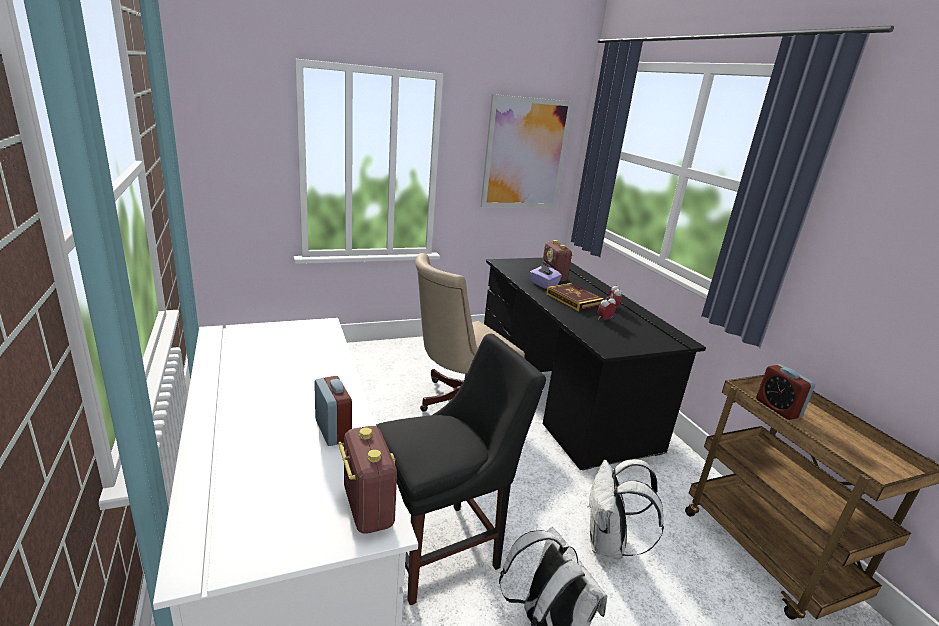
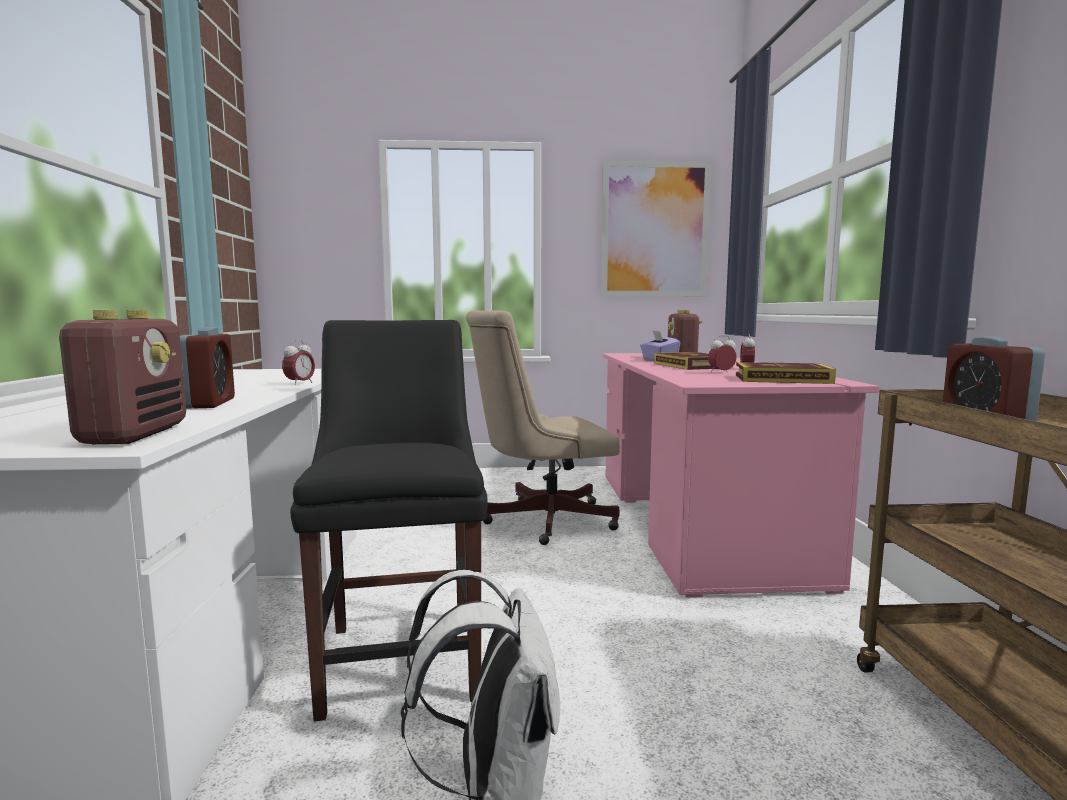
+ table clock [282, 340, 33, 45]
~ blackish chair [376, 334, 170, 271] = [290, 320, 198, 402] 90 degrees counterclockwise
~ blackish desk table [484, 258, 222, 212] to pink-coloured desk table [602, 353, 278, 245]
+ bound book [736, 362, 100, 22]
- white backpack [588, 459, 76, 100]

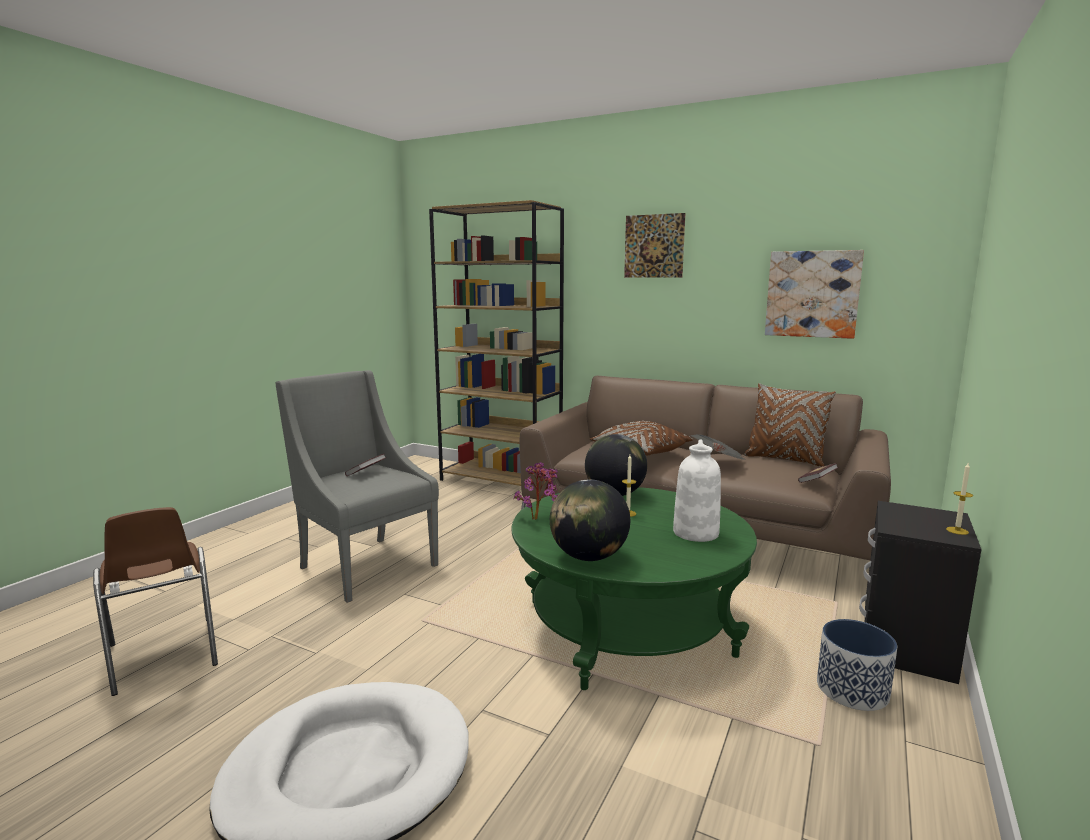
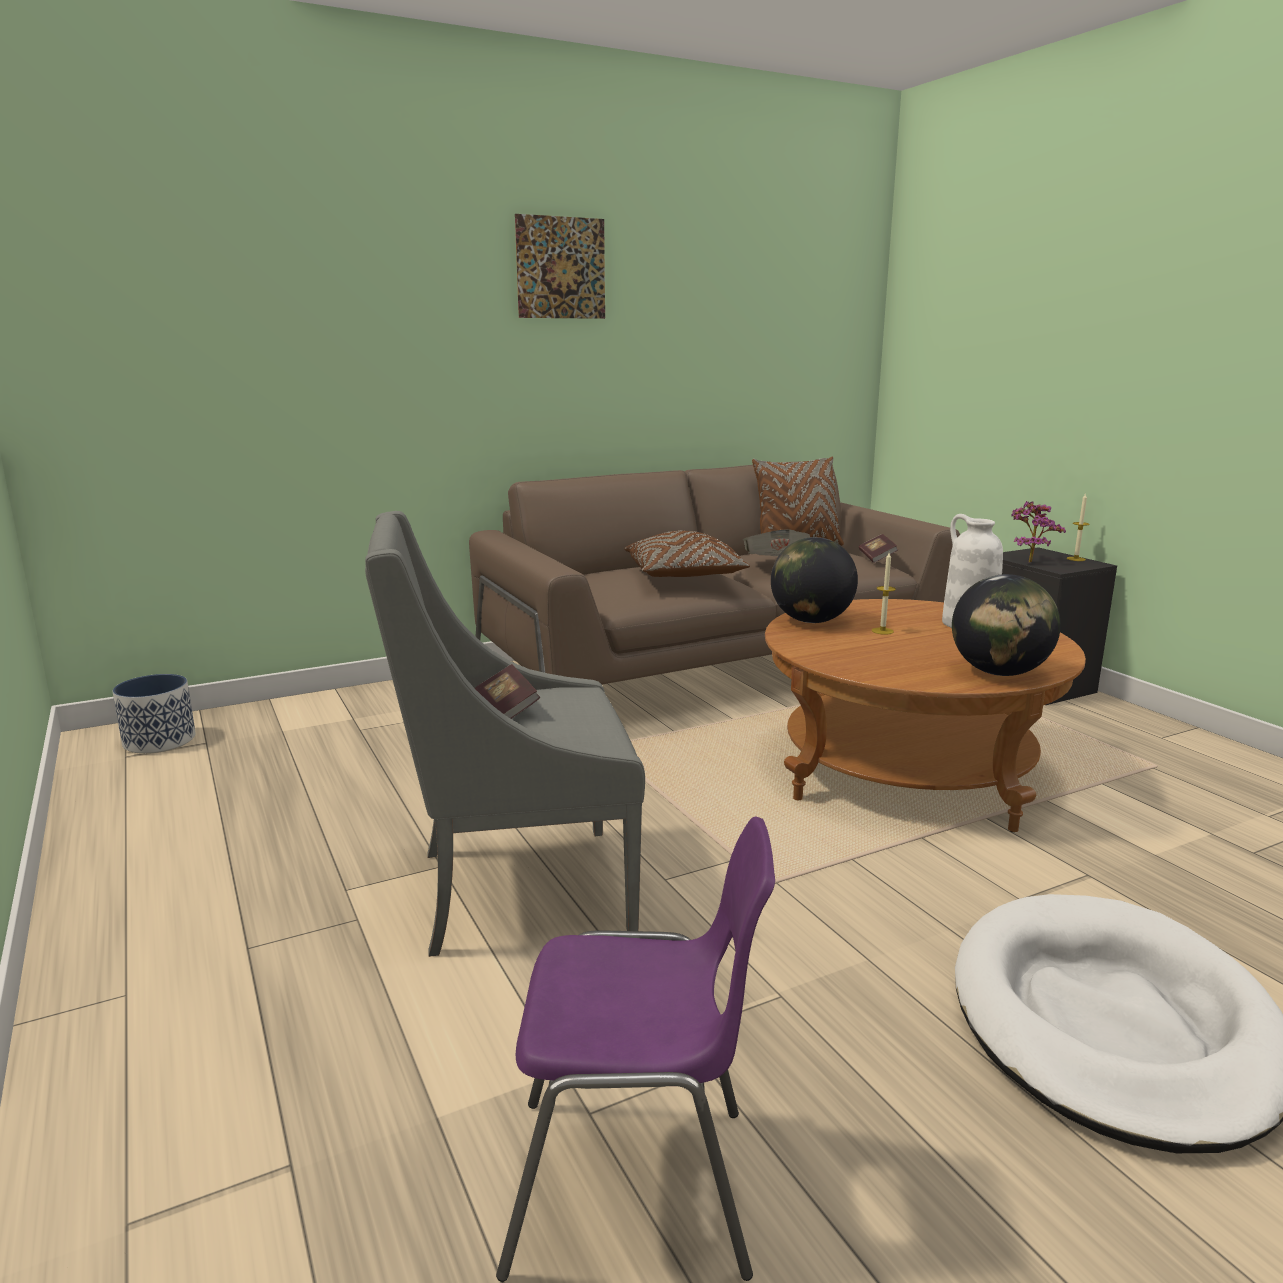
~ plant pot [817, 619, 80, 92] to [113, 674, 82, 80]
~ brown-coloured chair [93, 507, 125, 189] to purple chair [496, 816, 279, 466]
~ greenish coffee table [511, 487, 246, 203] to brown-coloured coffee table [765, 599, 321, 233]
~ houseplant [514, 462, 44, 58] to [1011, 501, 55, 62]
- brown-coloured shelving unit [429, 200, 135, 286]
- picture [765, 250, 99, 89]

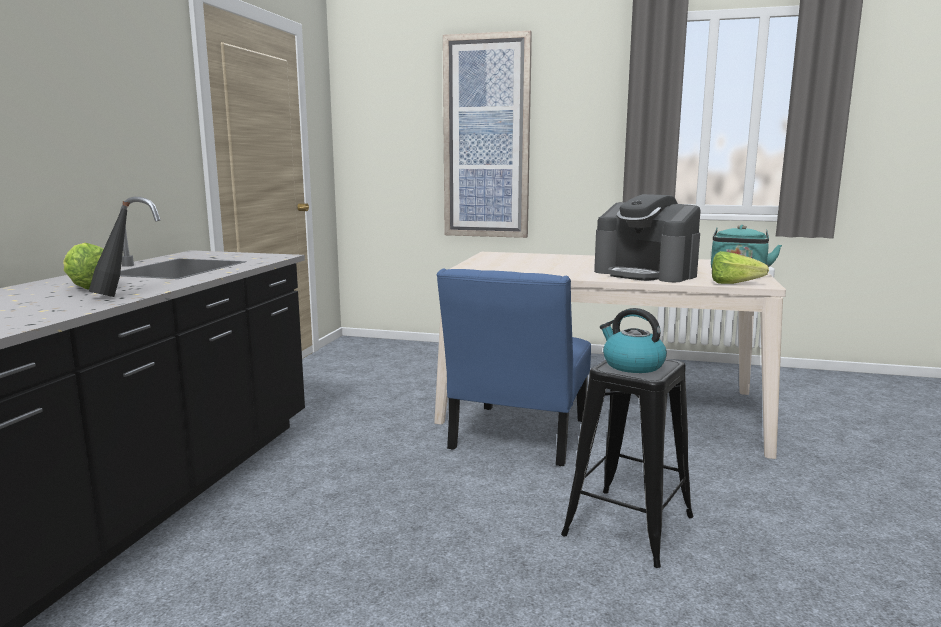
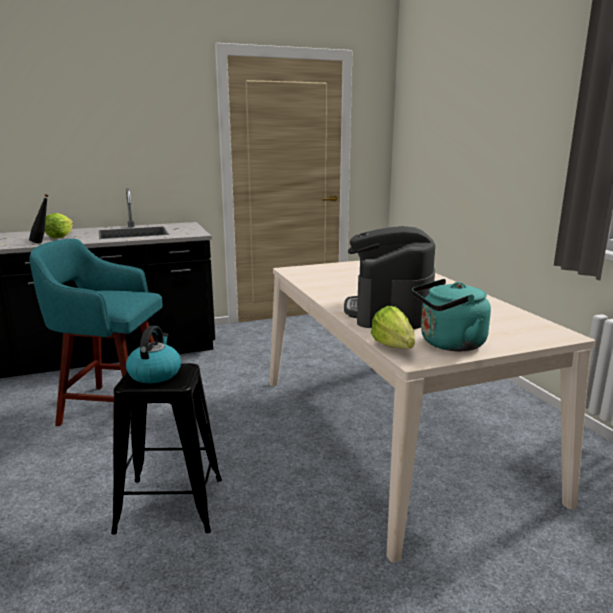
+ blue-green stool [30, 239, 133, 187]
- blue-coloured chair [437, 269, 154, 197]
- picture [443, 30, 89, 208]

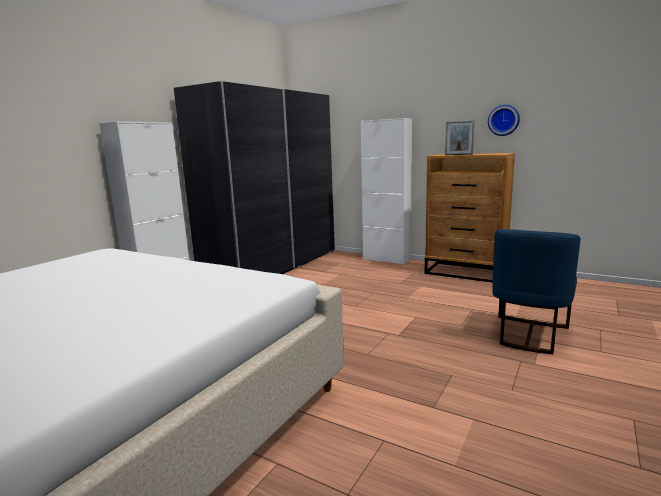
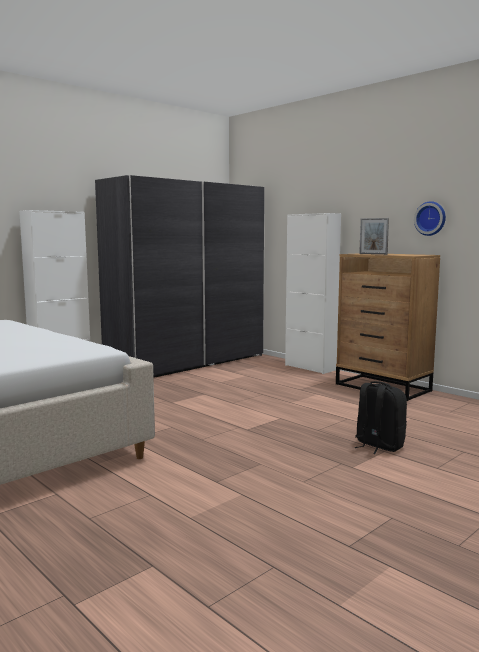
~ blue-coloured chair [492, 229, 89, 125] to blackish backpack [354, 381, 53, 73]

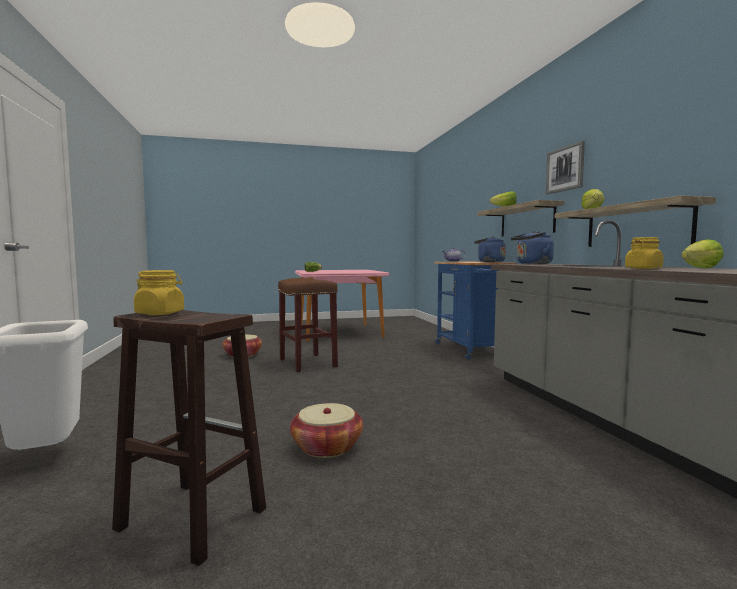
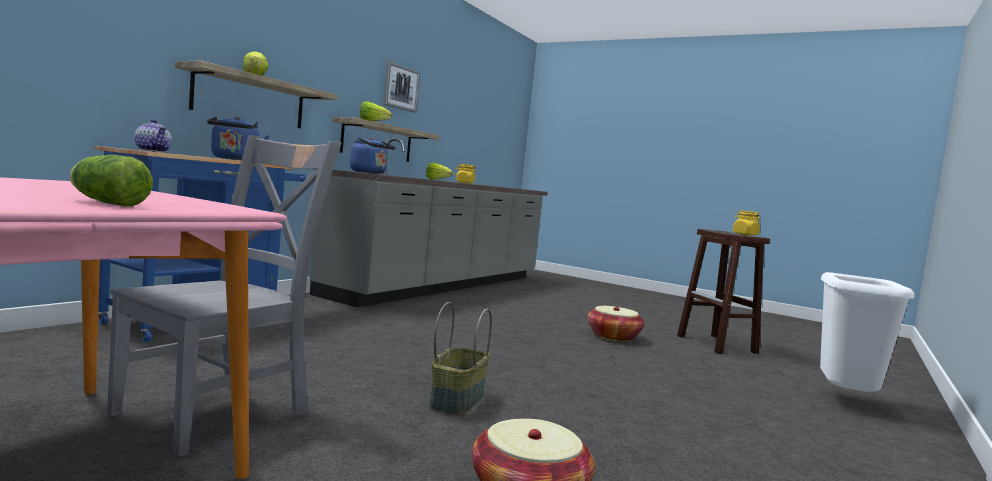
+ gray chair [107, 135, 235, 322]
~ picture [546, 141, 39, 53] to [383, 61, 37, 52]
~ brown-coloured stool [278, 278, 60, 94] to basket [429, 302, 63, 113]

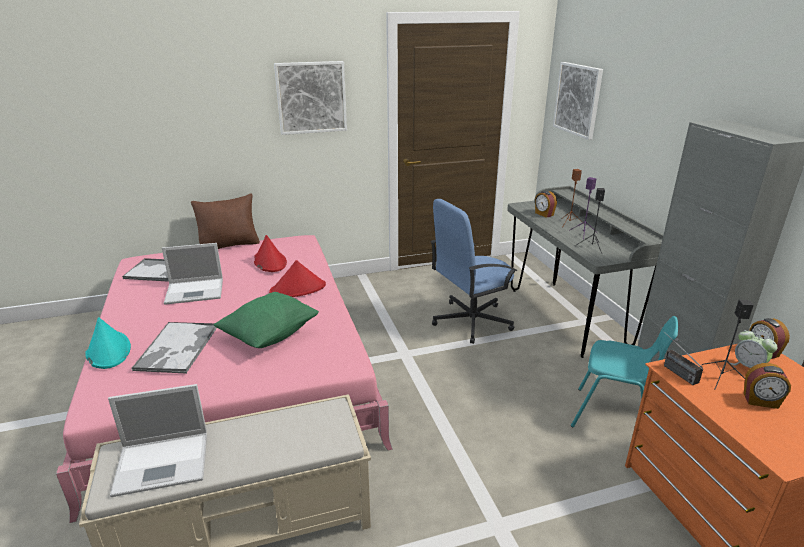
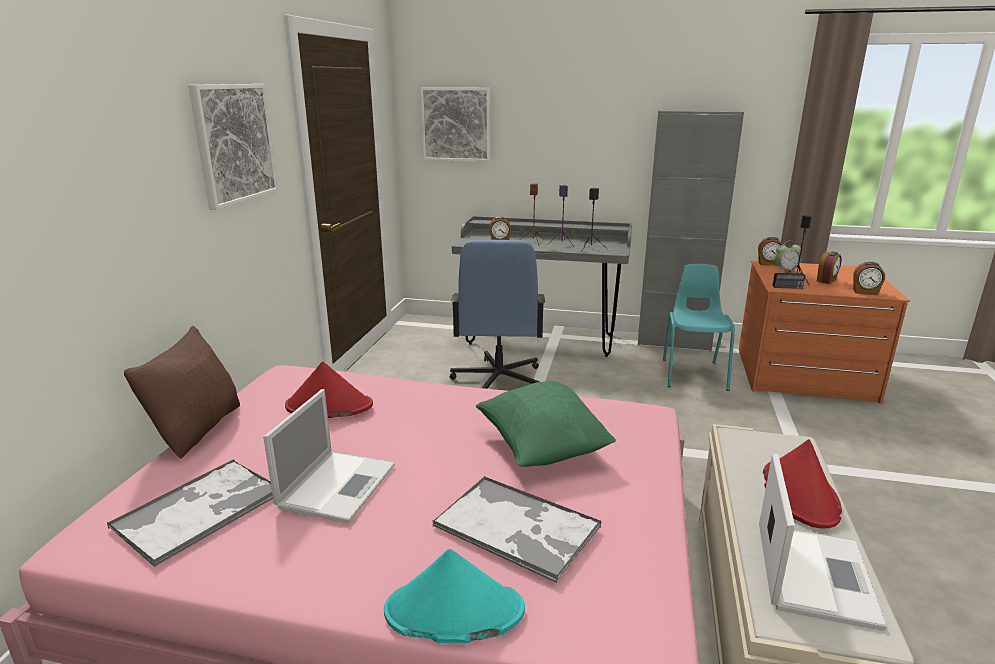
~ blue-green chair [571, 316, 107, 112] = [663, 264, 72, 127] 45 degrees counterclockwise
~ red-coloured clothing hat [269, 260, 57, 37] to [763, 439, 79, 90]
+ table clock [853, 262, 32, 33]

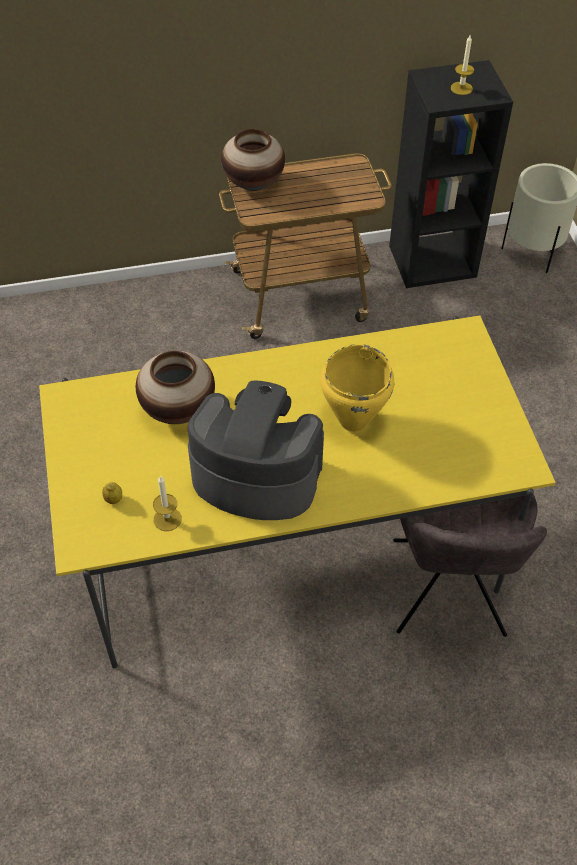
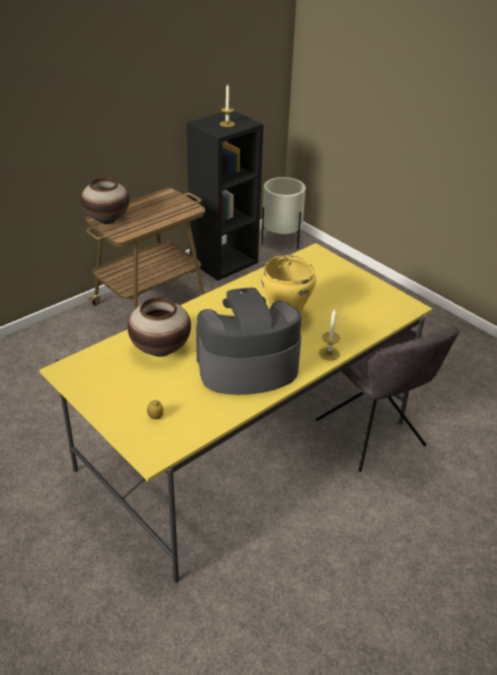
~ wax light [153, 476, 29, 55] to [319, 309, 21, 52]

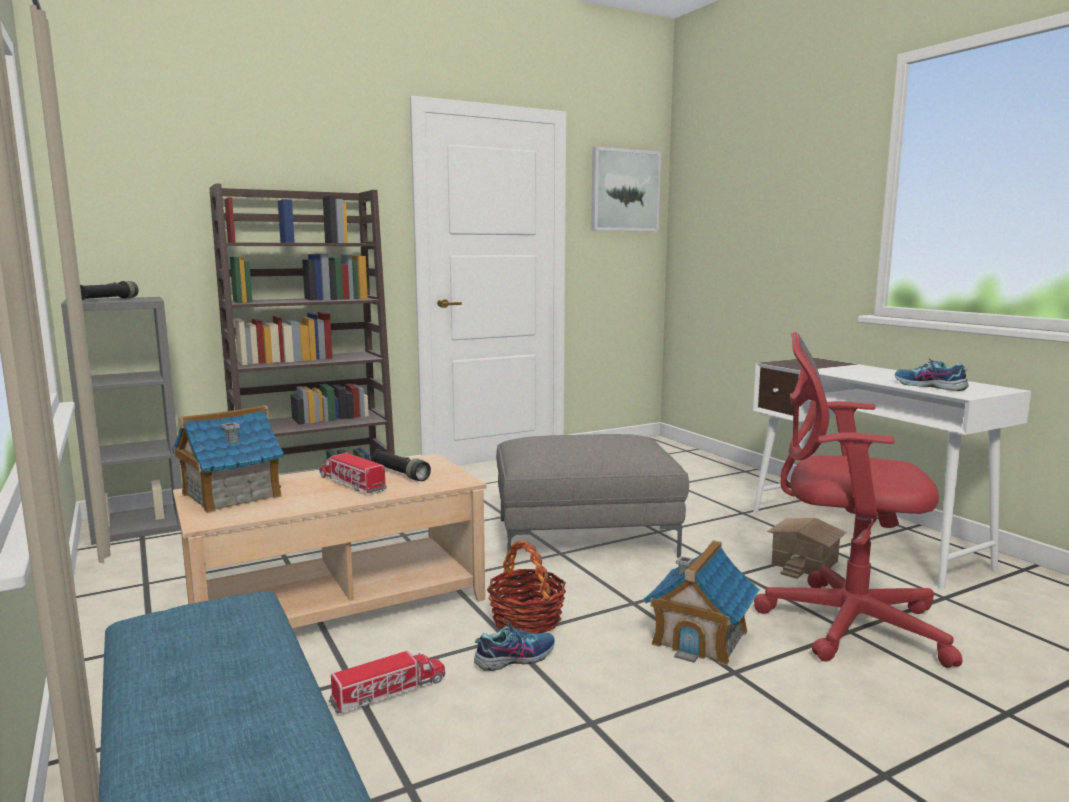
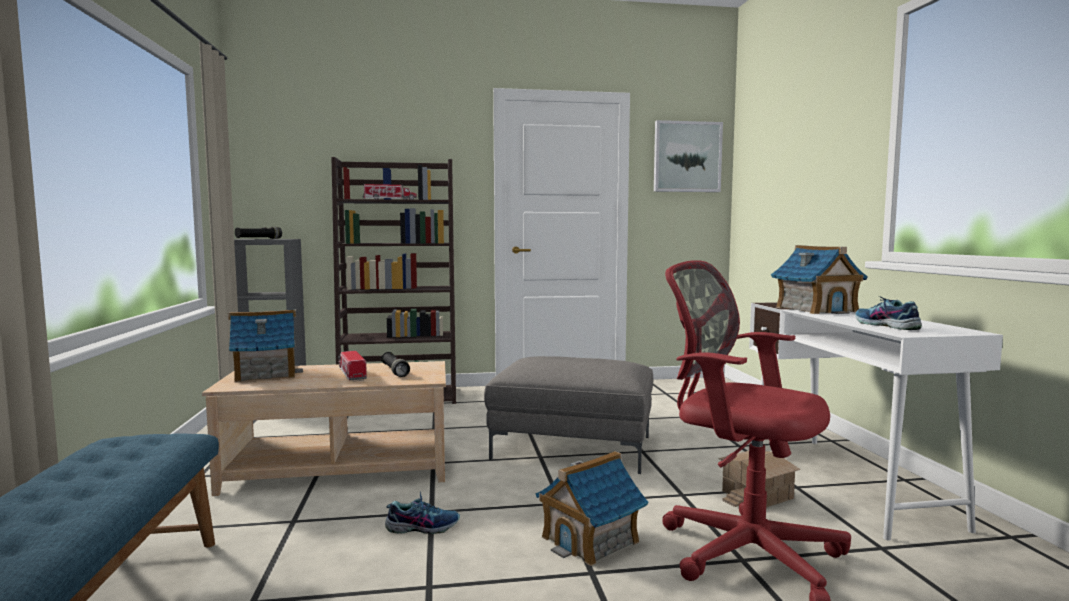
~ model truck [329, 651, 116, 63] to [362, 184, 55, 16]
+ miniature house [771, 245, 97, 69]
- basket [487, 541, 79, 92]

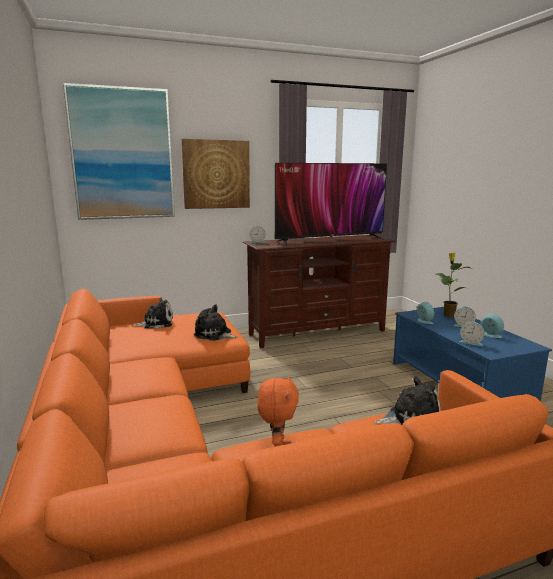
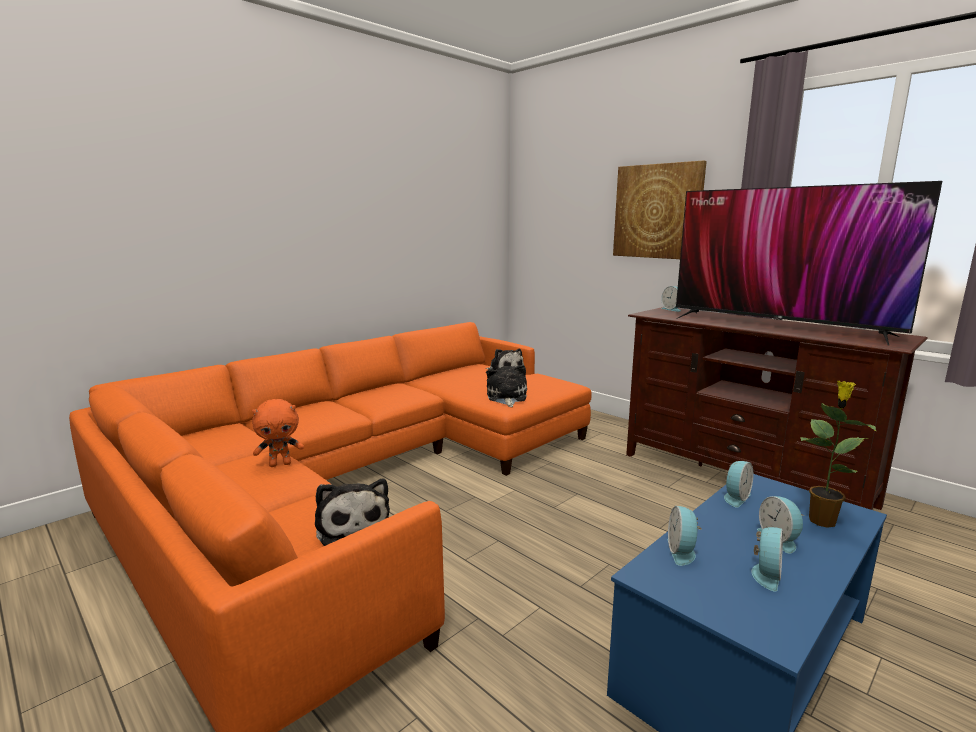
- picture [63, 83, 112, 137]

